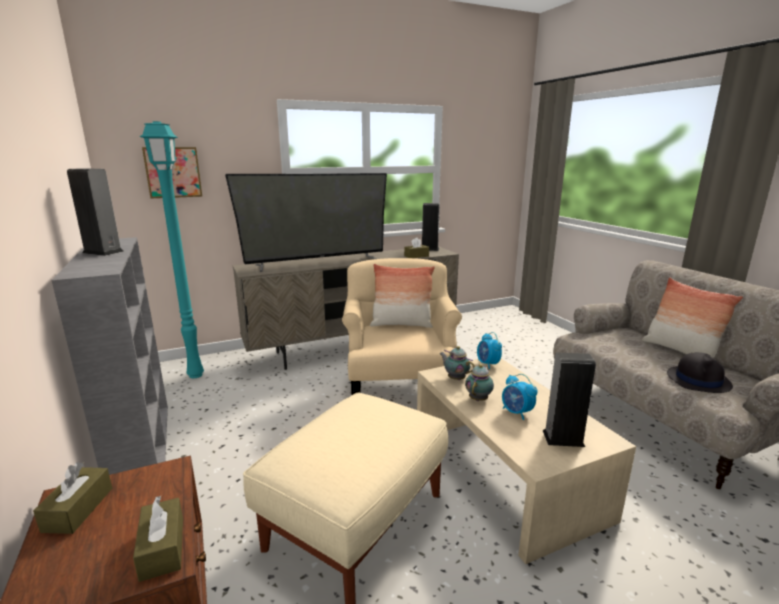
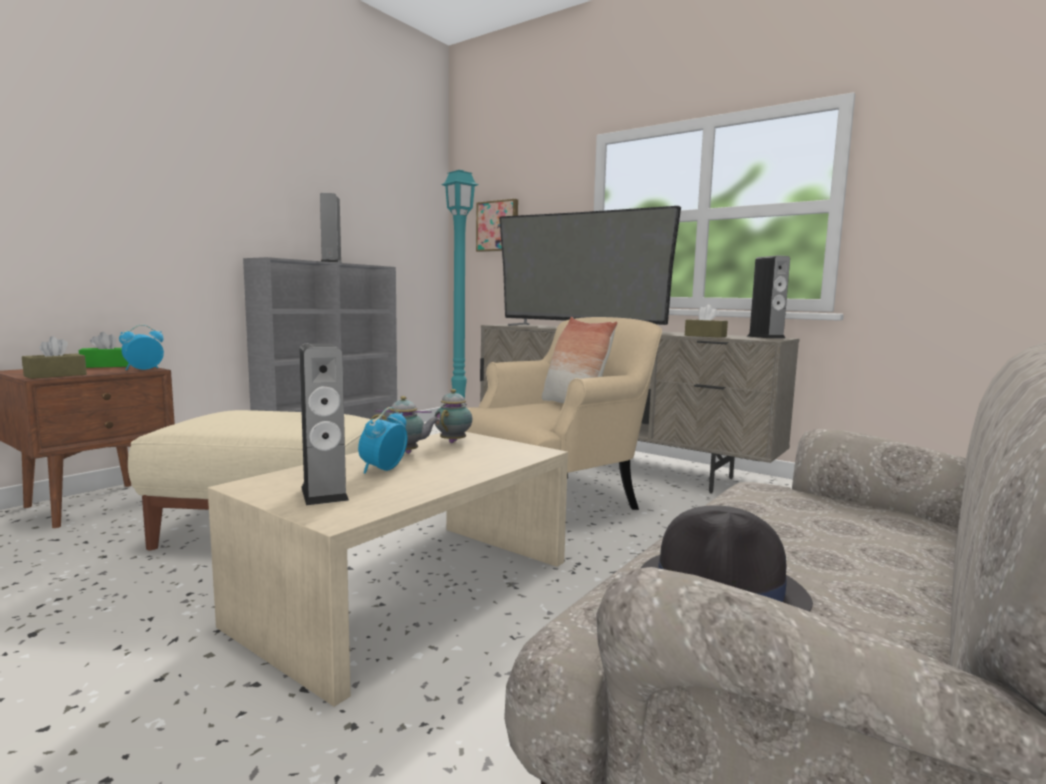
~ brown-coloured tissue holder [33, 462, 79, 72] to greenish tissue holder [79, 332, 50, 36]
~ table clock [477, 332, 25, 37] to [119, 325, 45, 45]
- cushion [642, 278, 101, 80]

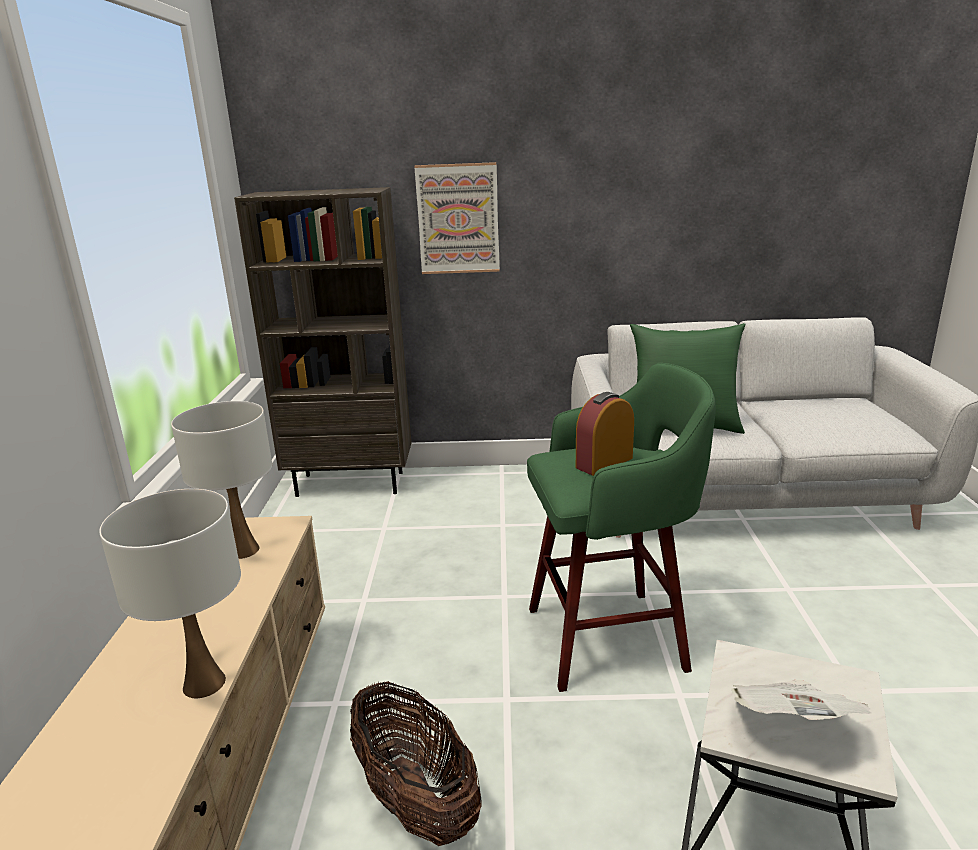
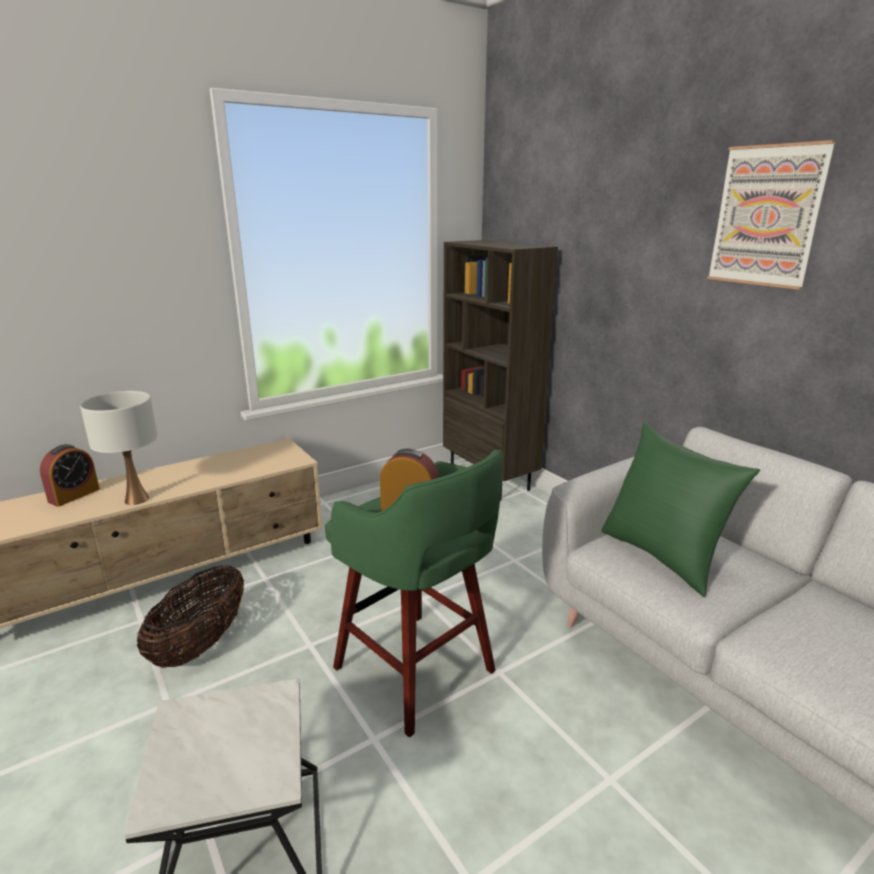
+ table clock [40, 444, 60, 63]
~ picture [414, 162, 86, 112] to [707, 140, 129, 150]
- white lamp for a table [171, 401, 101, 158]
- daily paper [731, 680, 140, 40]

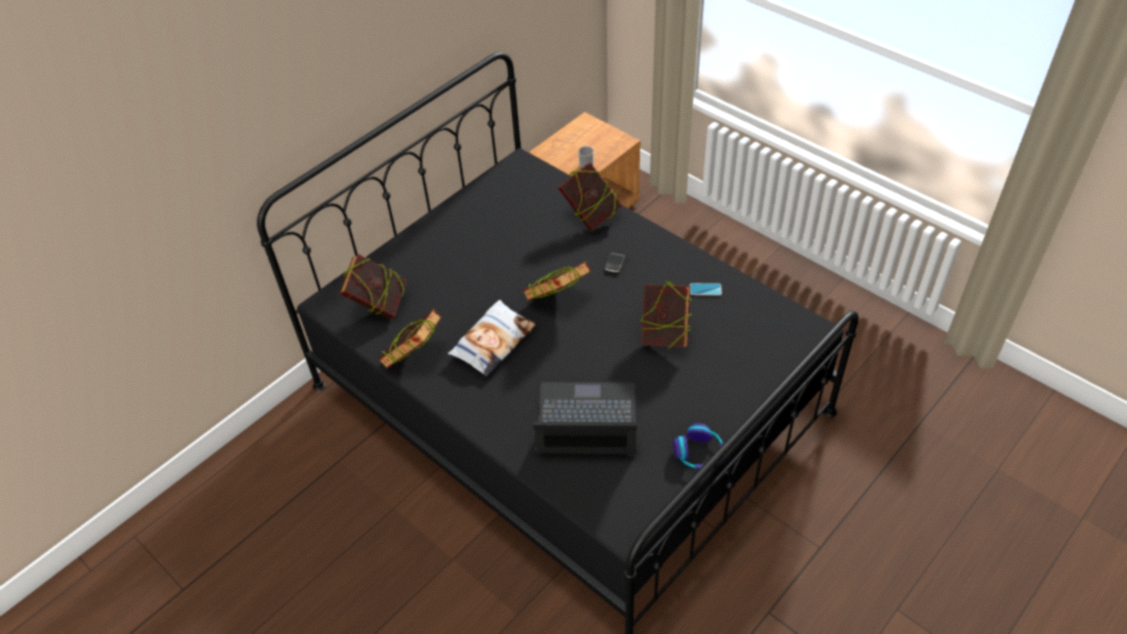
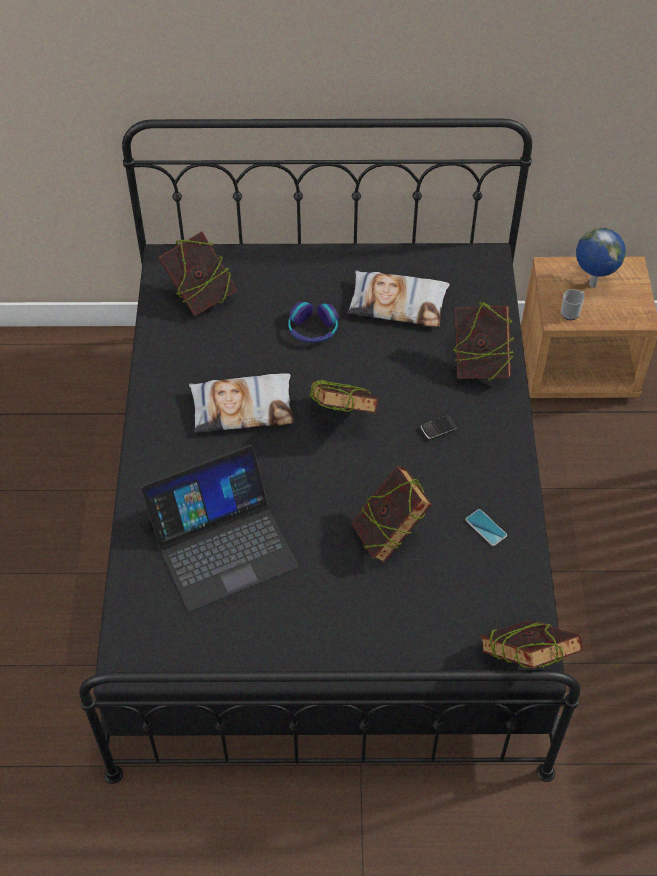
~ laptop [532, 382, 105, 72] = [140, 445, 159, 166] 105 degrees clockwise
~ pair of headphones [673, 423, 51, 47] to [288, 302, 51, 41]
+ cushion [348, 270, 102, 57]
~ bound book [378, 309, 64, 60] to [480, 621, 103, 48]
+ globe [576, 227, 50, 61]

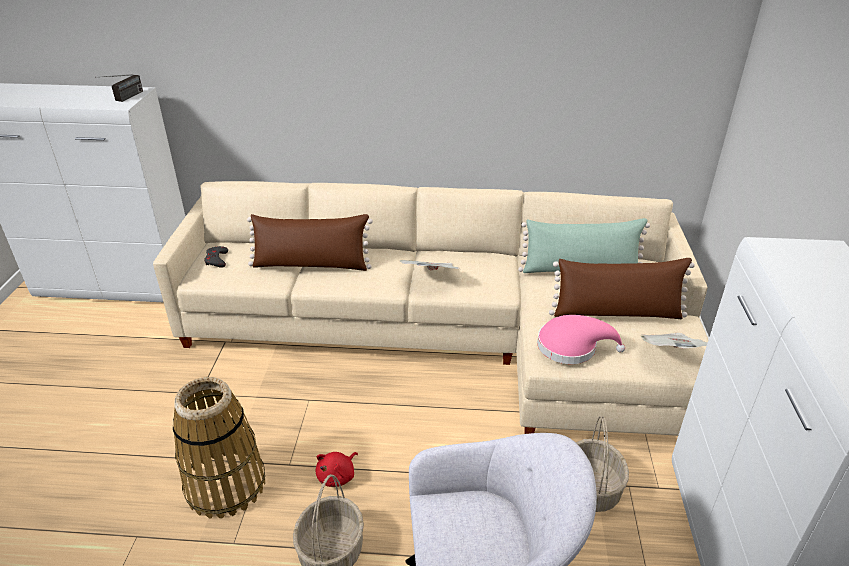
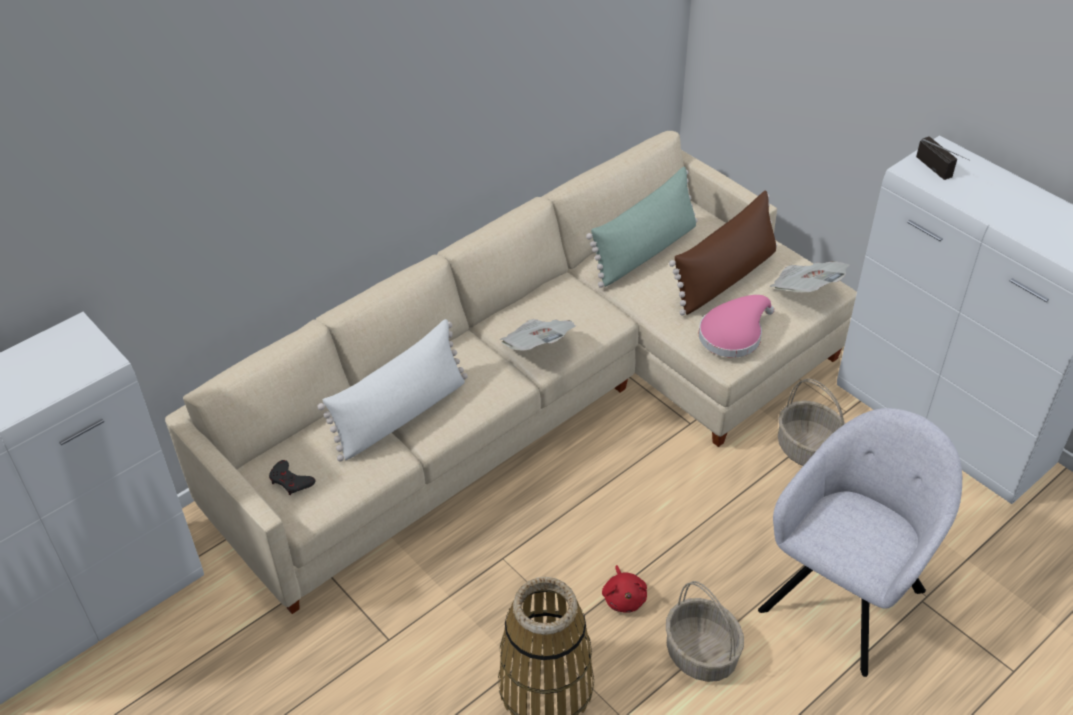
~ brown-coloured cushion [247, 214, 126, 57] to white cushion [317, 319, 151, 143]
~ radio receiver [95, 74, 48, 28] to [916, 136, 54, 44]

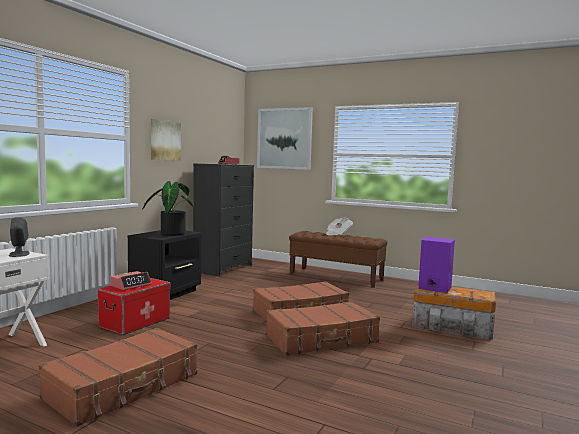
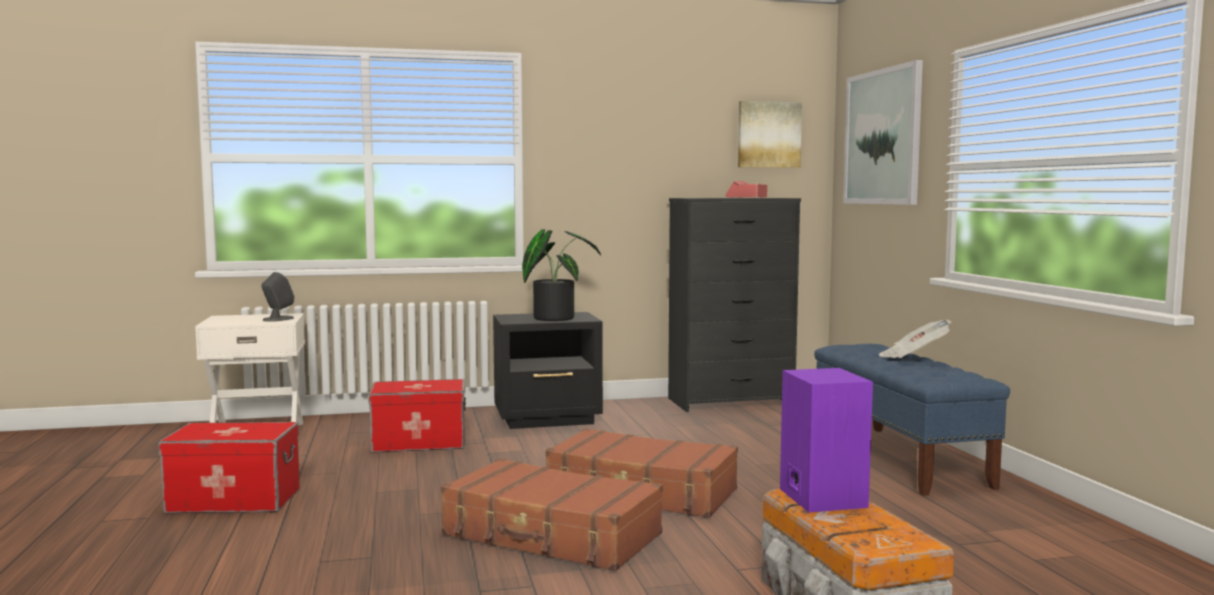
~ brown-coloured travel case [39, 327, 158, 100] to storage box [158, 422, 142, 91]
~ picture [151, 119, 30, 42] to [738, 101, 64, 67]
~ brown-coloured indoor bench [289, 231, 99, 57] to blue-coloured indoor bench [814, 344, 196, 152]
- table clock [111, 271, 41, 19]

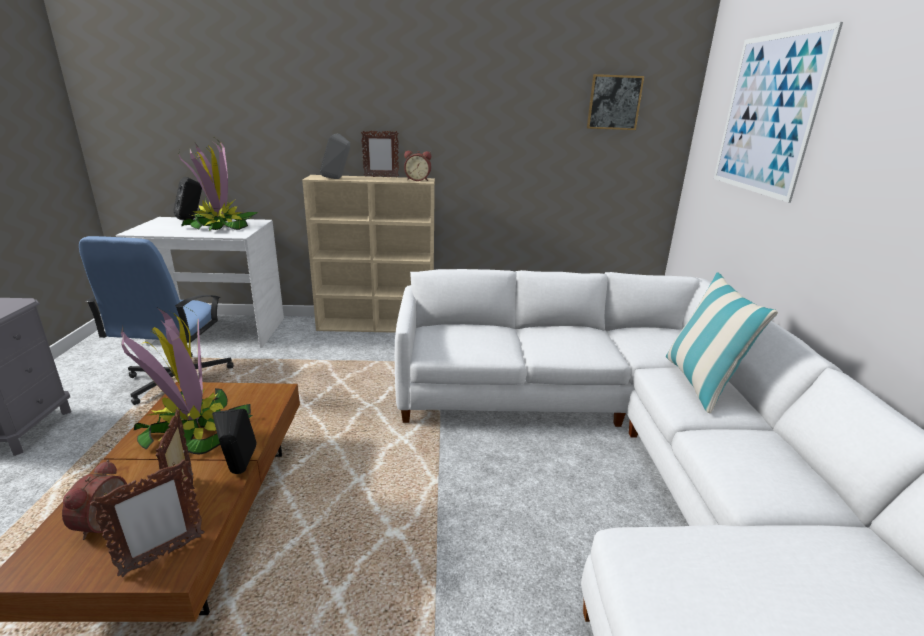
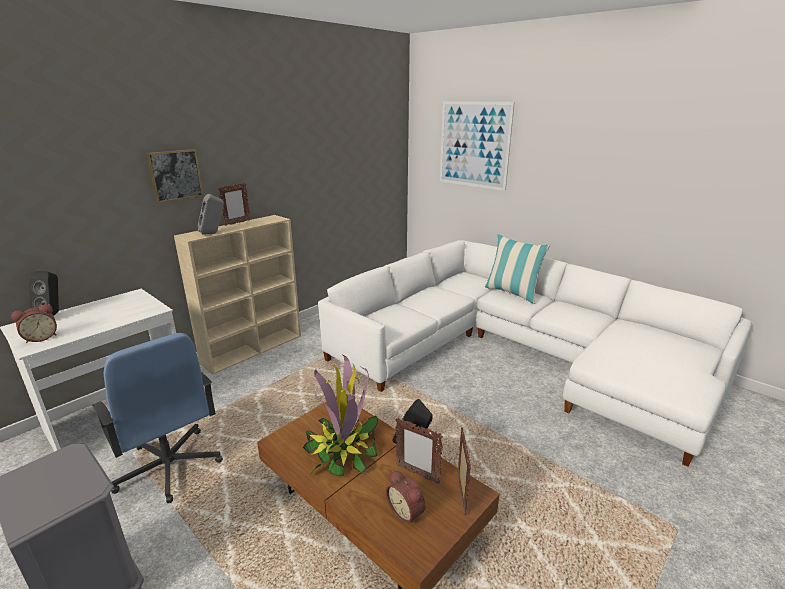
~ table clock [404, 151, 27, 30] to [11, 304, 46, 39]
~ picture [587, 74, 57, 56] to [146, 149, 58, 54]
- houseplant [179, 138, 80, 93]

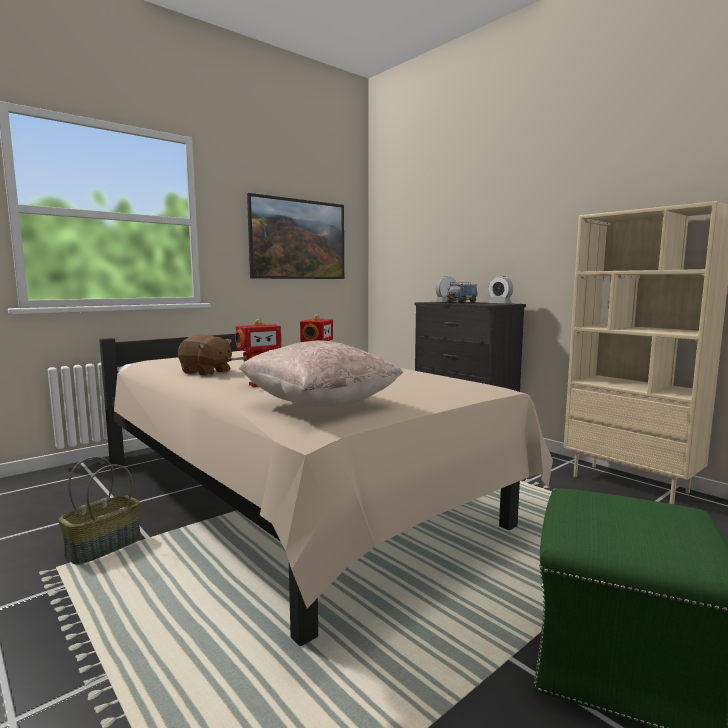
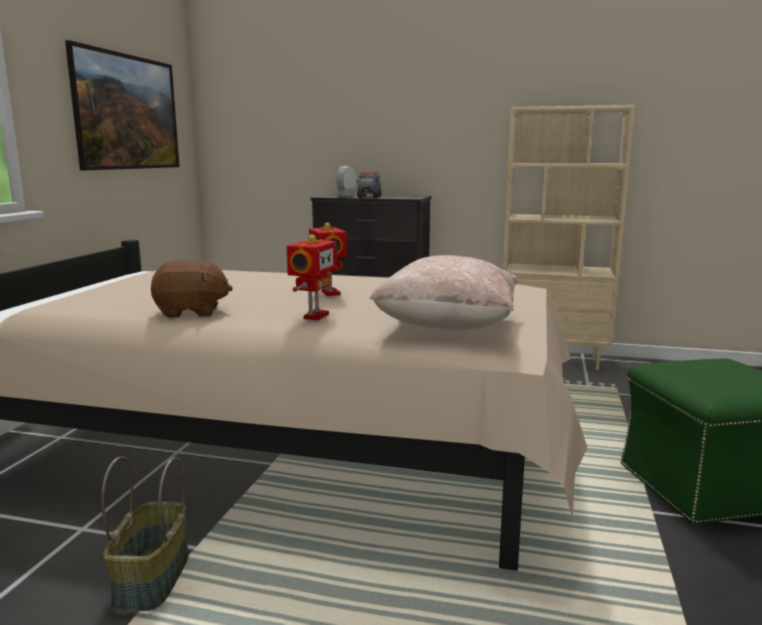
- table clock [488, 276, 25, 27]

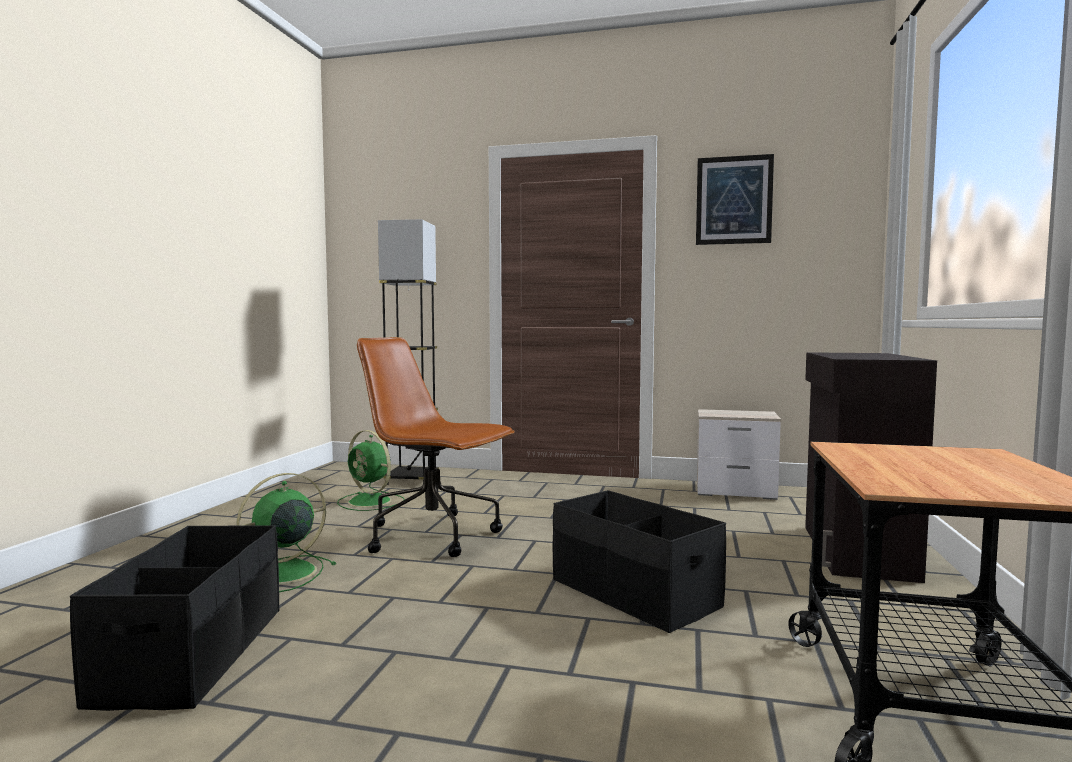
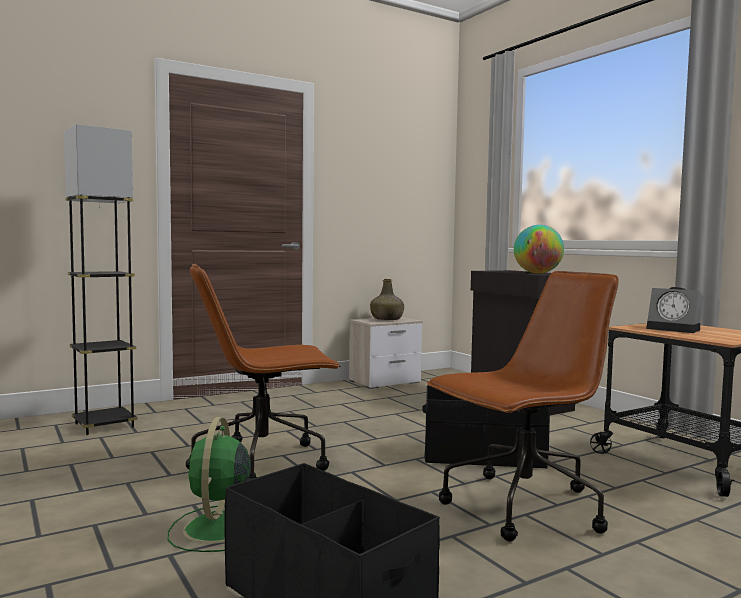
+ greenish drink bottle [370, 279, 34, 41]
+ brown-coloured office chair [427, 271, 192, 271]
+ globe [514, 225, 50, 49]
+ table clock [646, 287, 58, 46]
- greenish electric fan [337, 430, 68, 81]
- picture [696, 154, 78, 91]

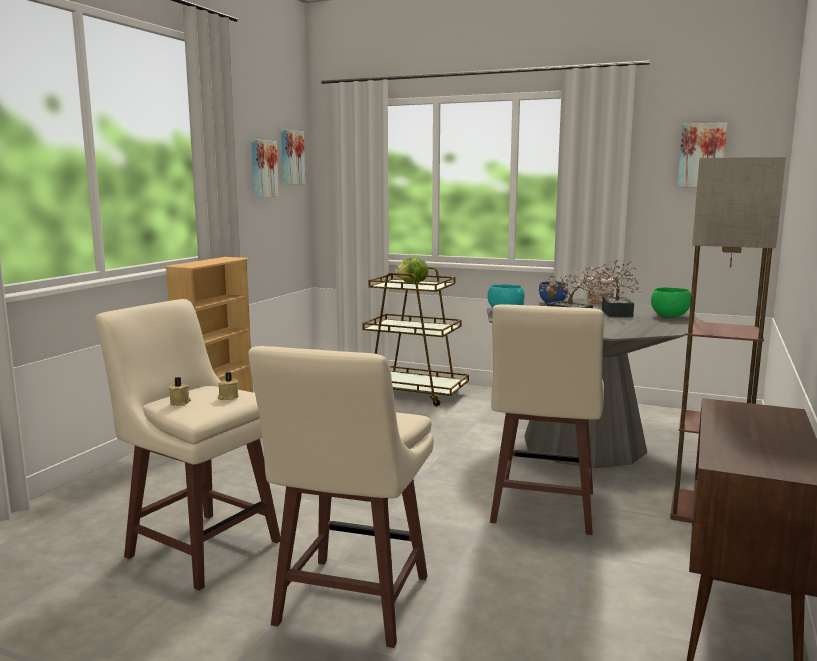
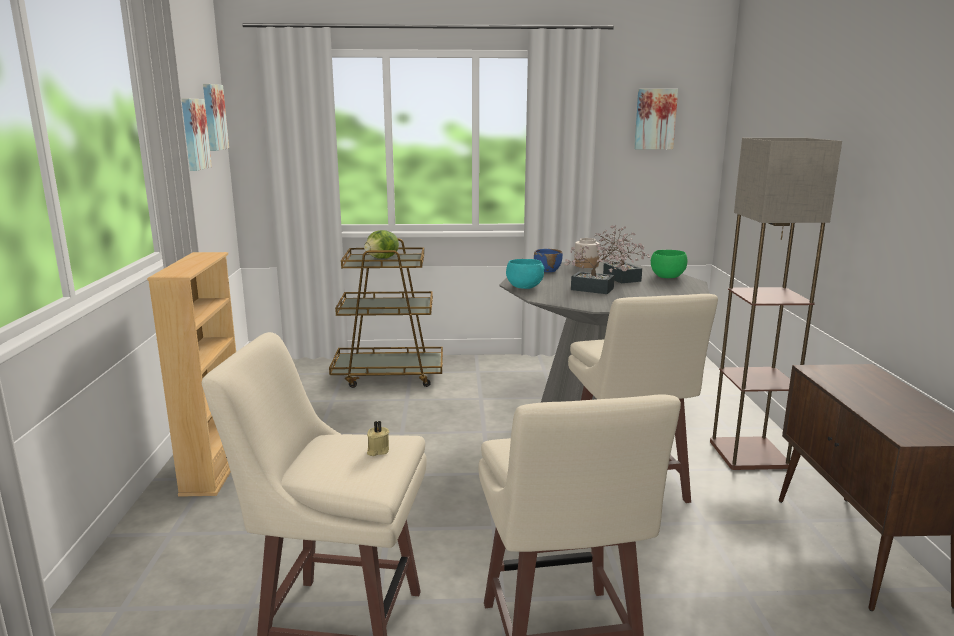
- beige-coloured wax light [169, 377, 22, 29]

